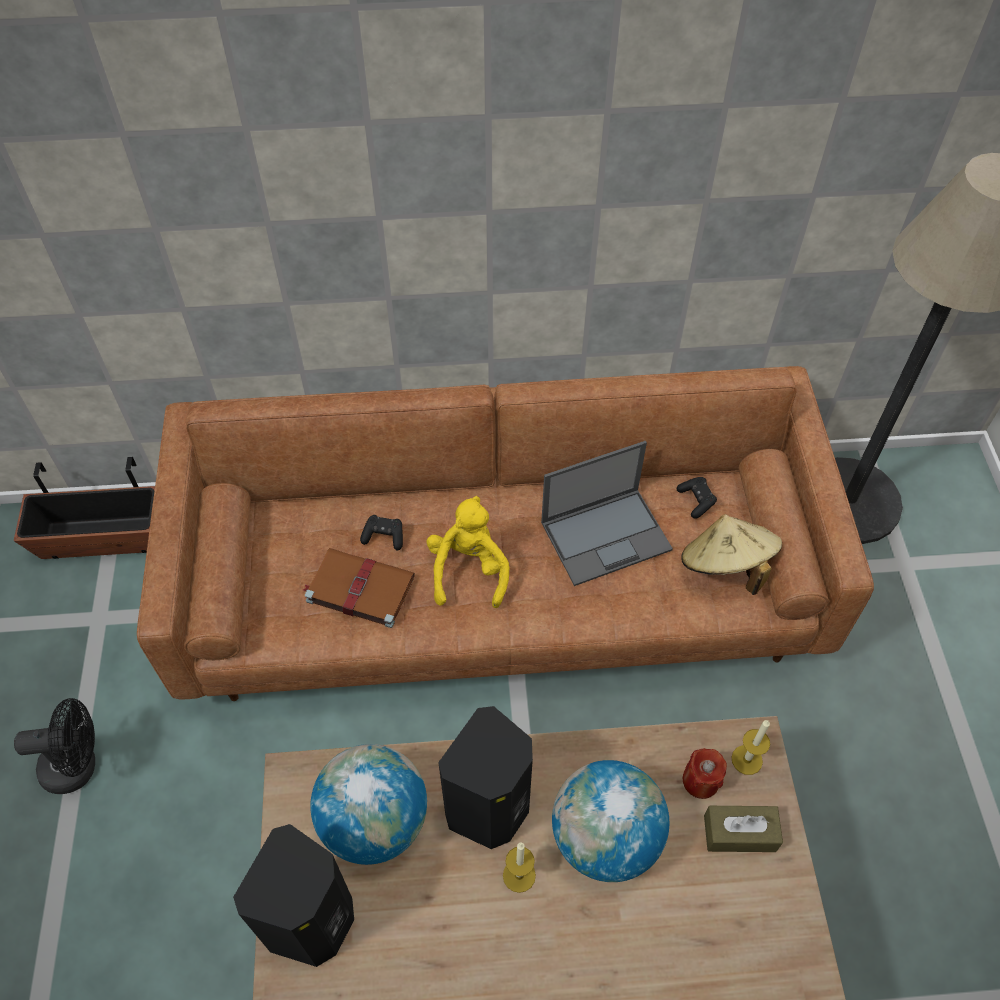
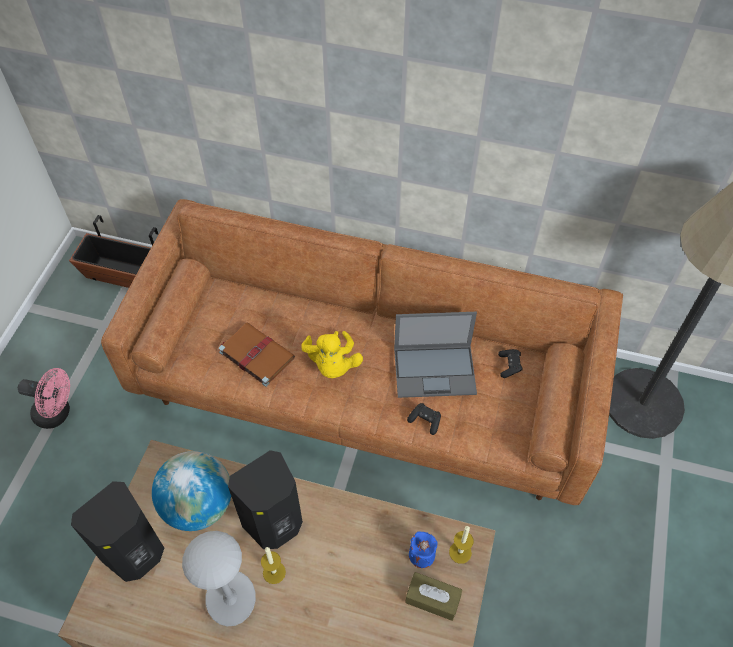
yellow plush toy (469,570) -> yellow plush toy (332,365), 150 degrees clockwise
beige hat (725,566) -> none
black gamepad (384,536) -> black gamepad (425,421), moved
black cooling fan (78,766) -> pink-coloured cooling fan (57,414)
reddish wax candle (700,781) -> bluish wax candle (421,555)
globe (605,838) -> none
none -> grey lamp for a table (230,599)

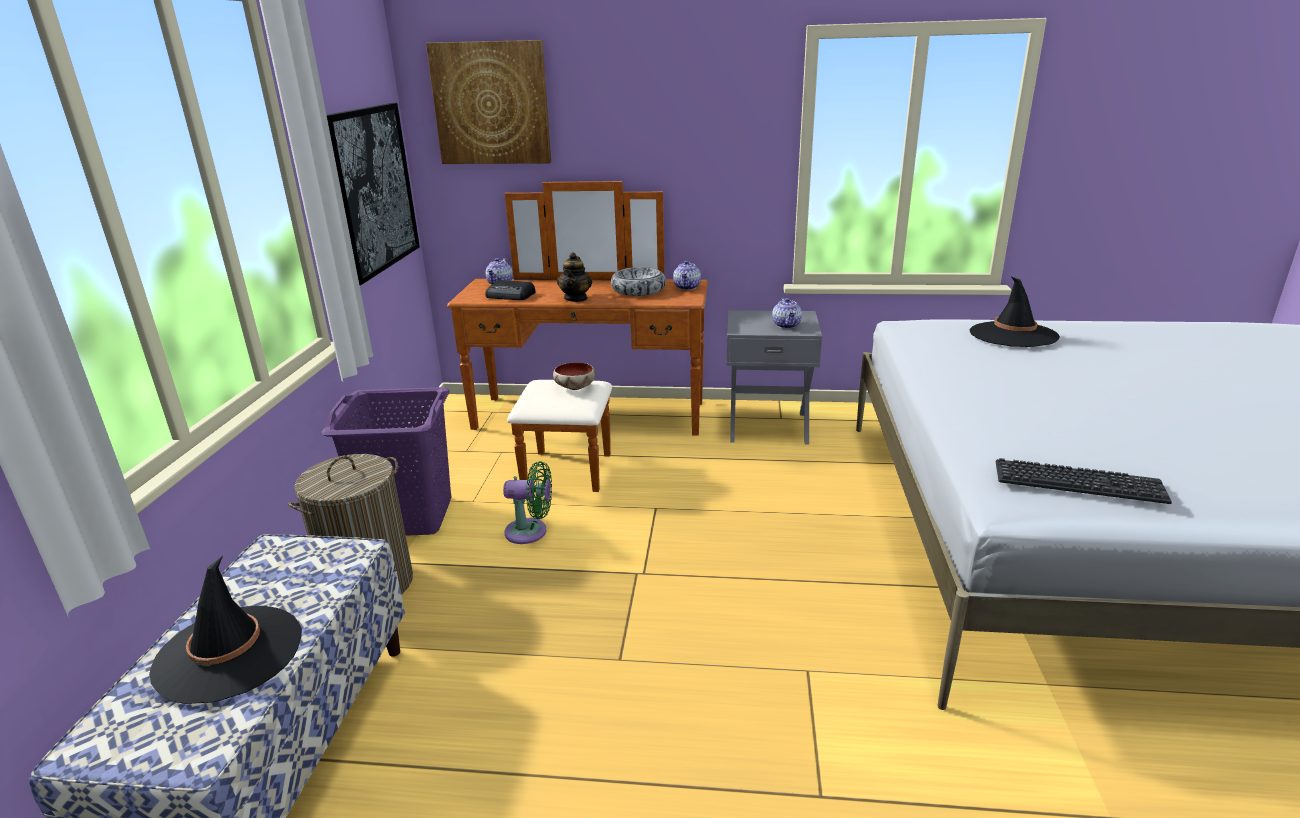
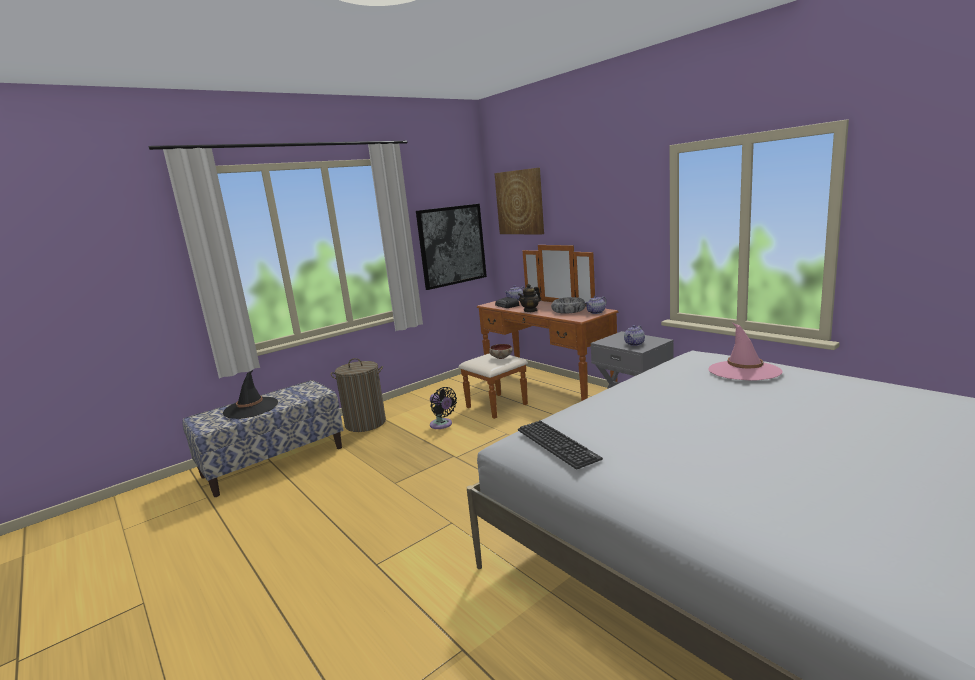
black hat (1013,335) -> pink-coloured hat (744,371)
purplish washing basket (408,516) -> none
greenish cooling fan (530,532) -> black cooling fan (442,425)

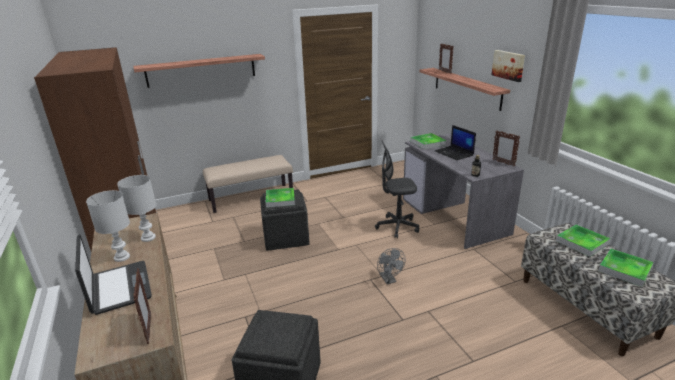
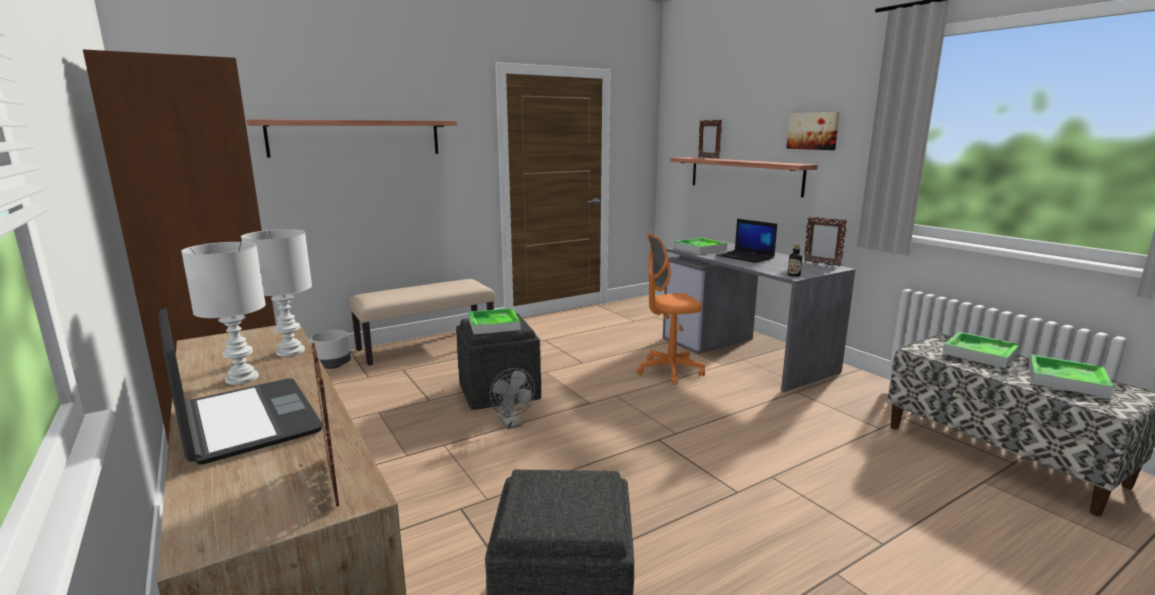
grey office chair (397,227) -> orange-coloured office chair (669,371)
grey cooling fan (389,280) -> grey cooling fan (512,424), moved
none -> grey plant pot (333,365)

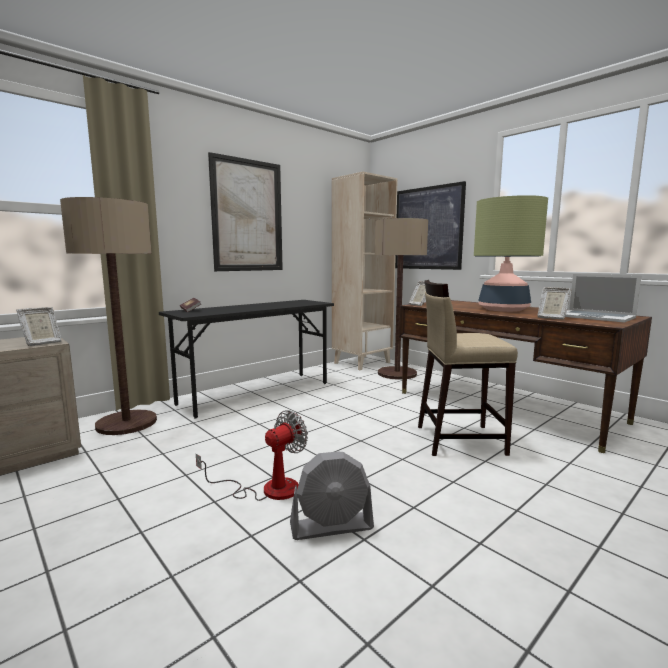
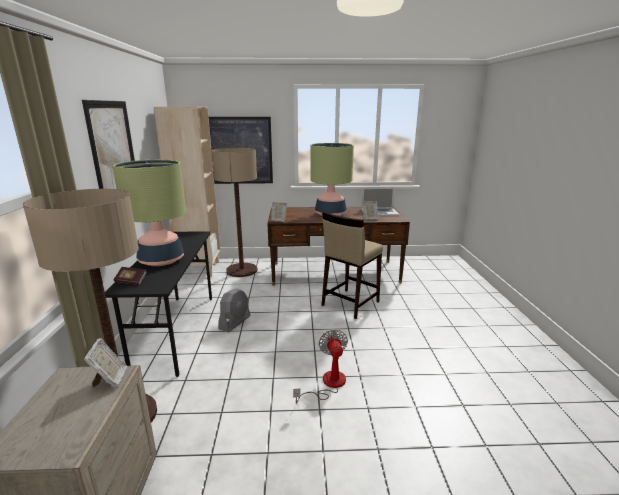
grey cooling fan (332,526) -> grey cooling fan (235,322), moved
none -> lamp for a table (161,260)

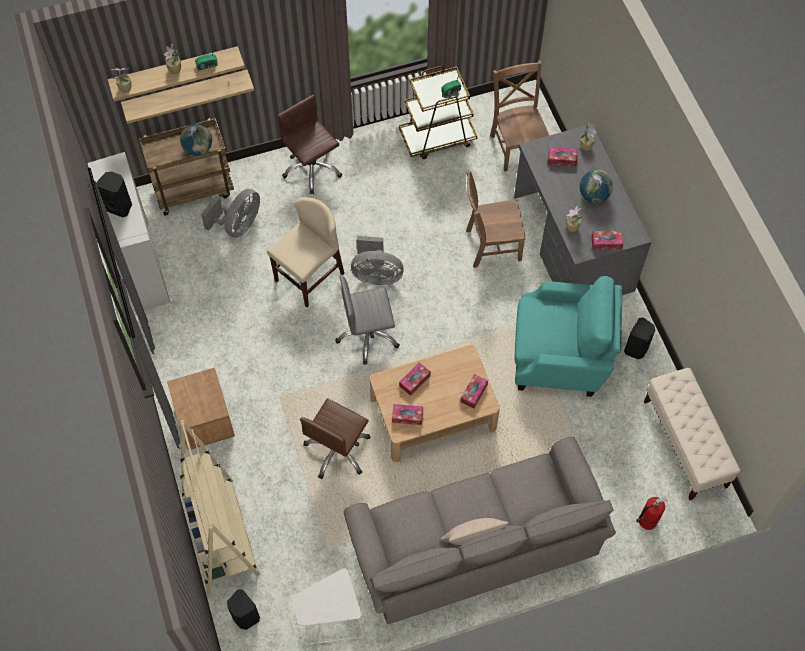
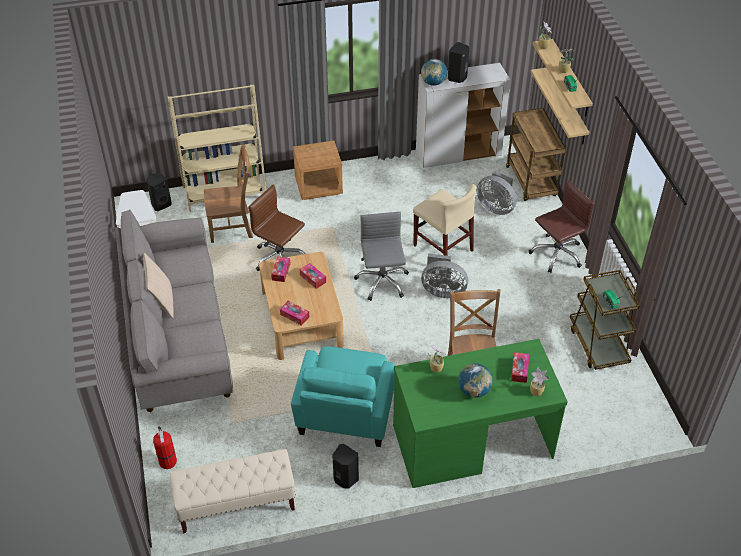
brown-coloured chair (517,146) -> brown-coloured chair (232,227), moved
globe (198,149) -> globe (433,83), moved
grey desk table (572,244) -> greenish desk table (471,440)
tissue holder (606,243) -> none
grey cooling fan (376,275) -> grey cooling fan (442,290), 90 degrees counterclockwise

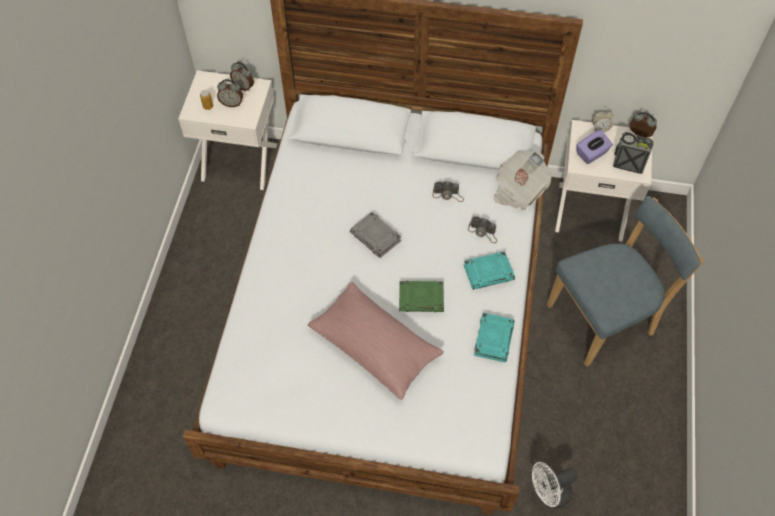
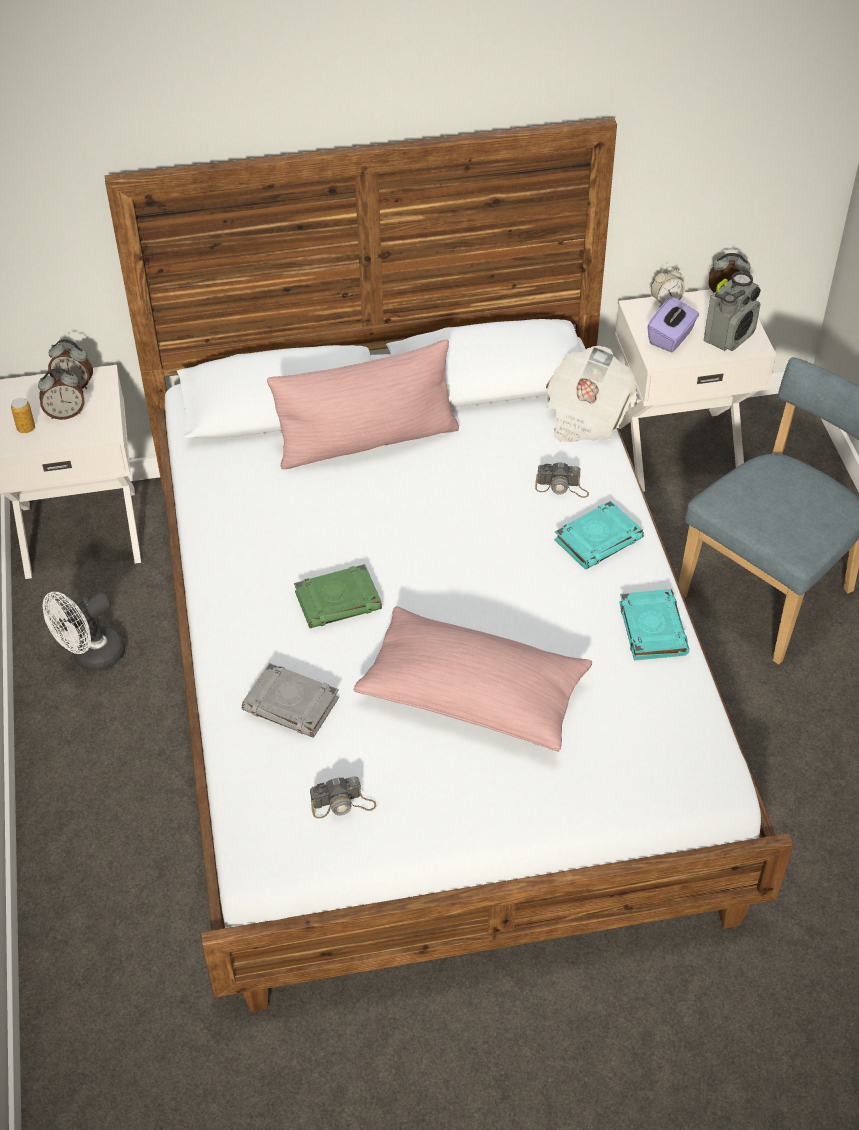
radio set (628,163) -> radio set (729,336), 135 degrees clockwise
photo camera (448,195) -> photo camera (343,804), moved
grey bound book (376,237) -> grey bound book (292,705), moved
greenish bound book (421,298) -> greenish bound book (339,600), moved
whitish cooling fan (548,494) -> whitish cooling fan (91,657), moved
none -> pink-coloured cushion (367,441)

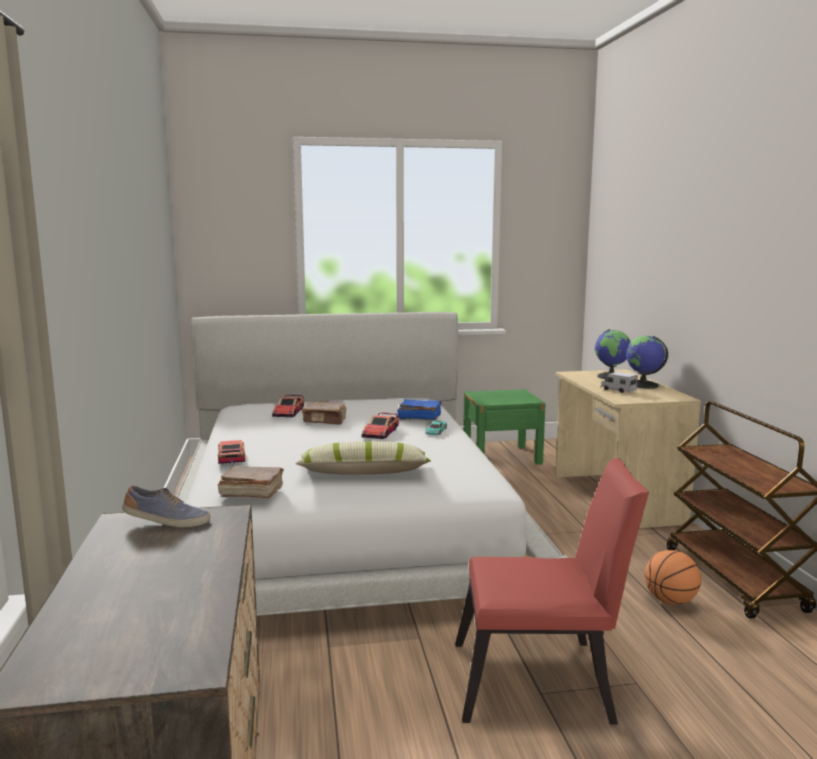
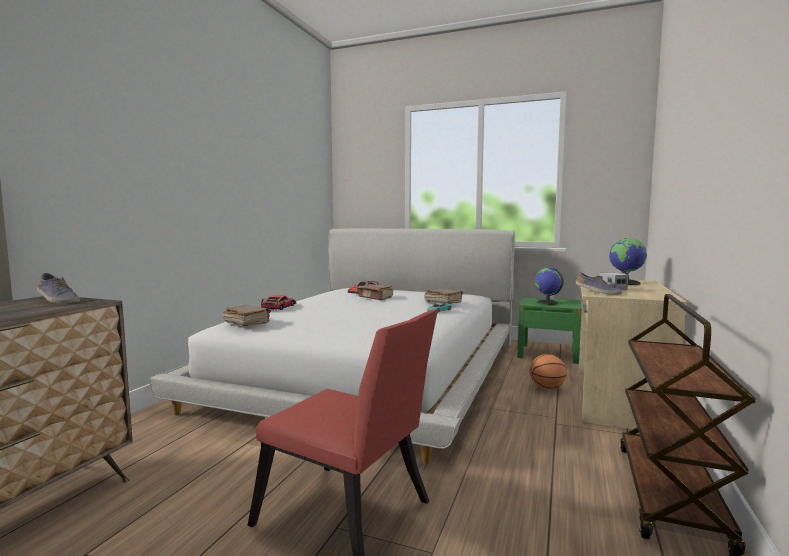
globe (643,385) -> globe (547,303), moved
bluish bound book (419,418) -> brown-coloured bound book (443,302)
miniature car (380,433) -> none
cushion (363,472) -> none
ball for basketball (670,601) -> ball for basketball (547,388), moved
none -> shoe (597,292)

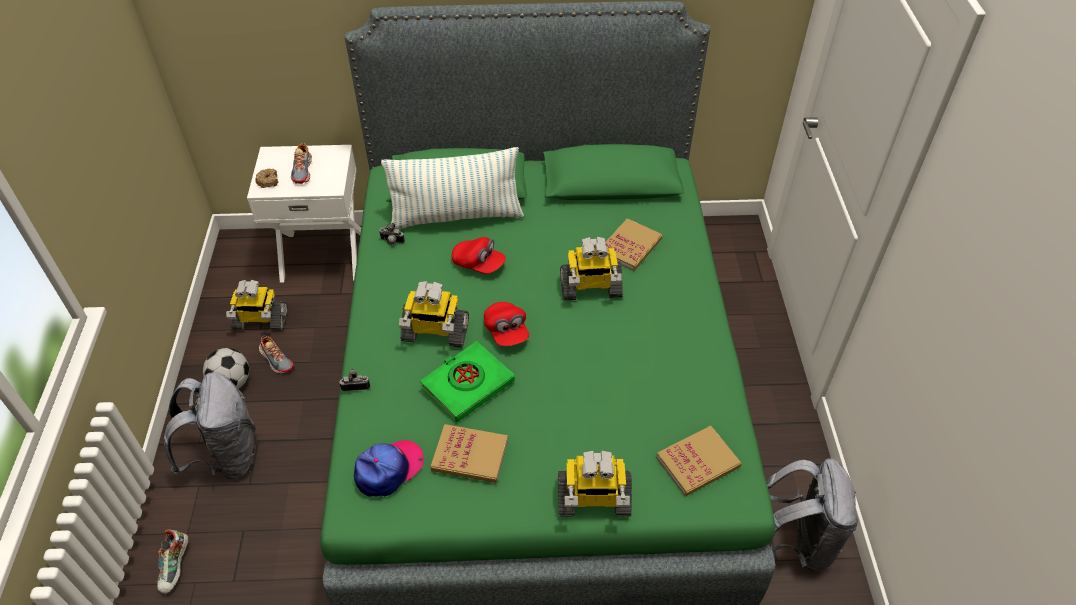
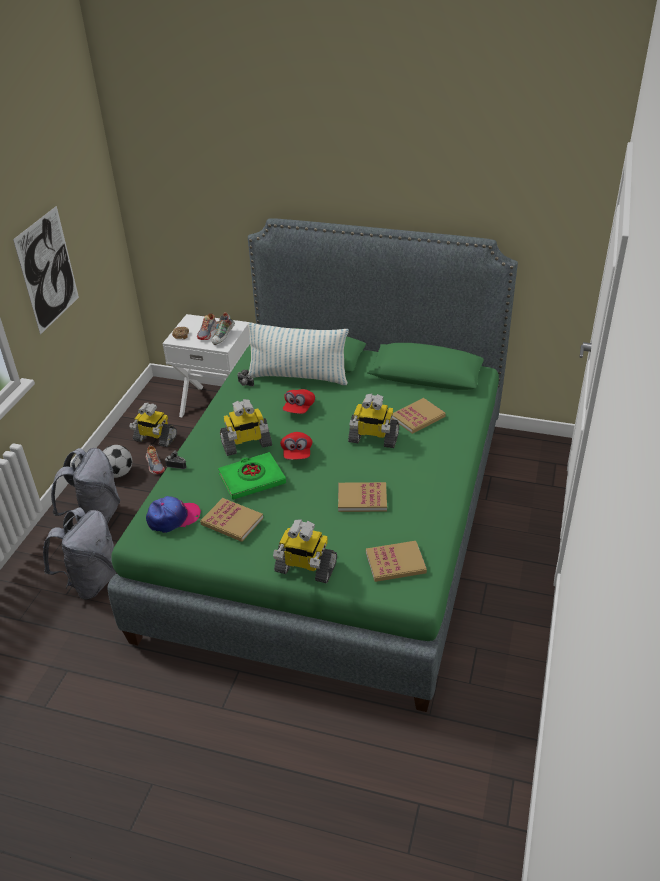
reddish baseball cap (479,264) -> reddish baseball cap (299,409), 60 degrees clockwise
robot figure (434,333) -> robot figure (246,444), 45 degrees counterclockwise
grey knapsack (797,541) -> grey knapsack (91,581), moved
shoe (176,567) -> shoe (223,337), moved
none -> wall picture (48,270)
none -> bound book (362,498)

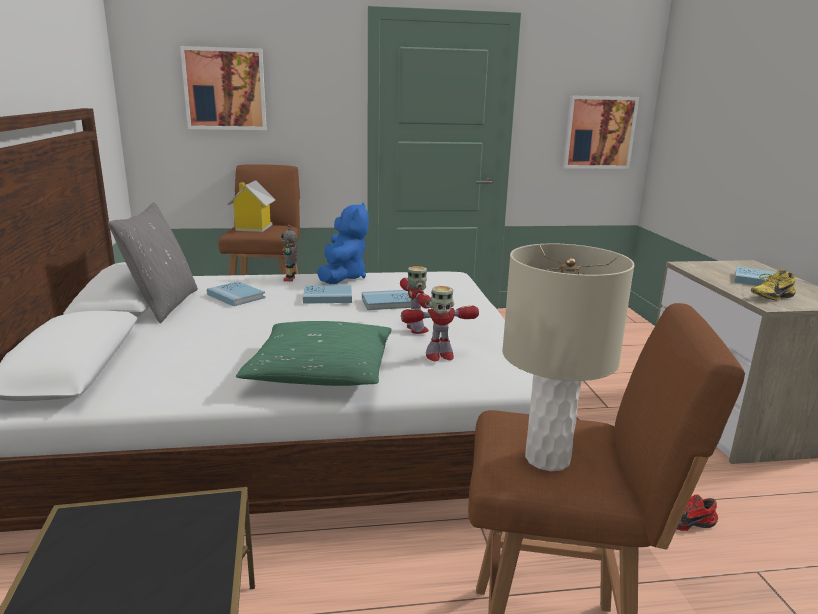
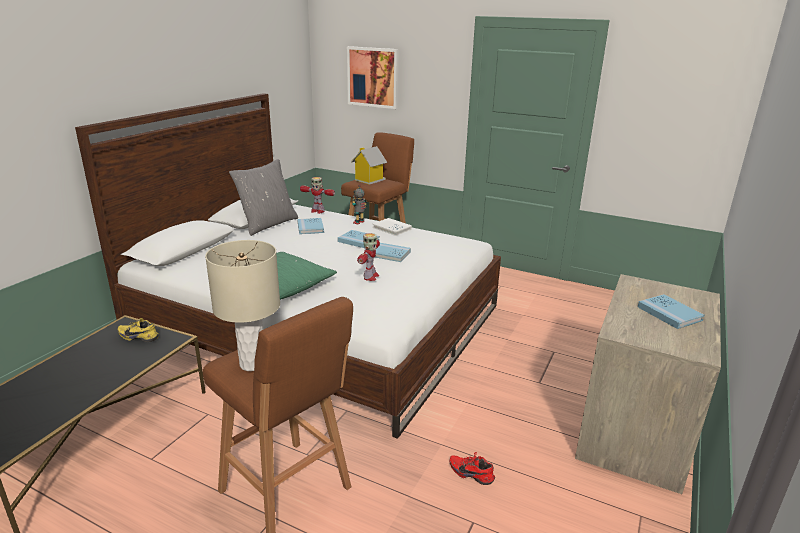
wall picture (599,132) -> none
bluish plush toy (342,277) -> whitish bound book (392,228)
yellow shoe (770,296) -> yellow shoe (140,336), moved
robot figure (439,356) -> robot figure (317,211), moved

